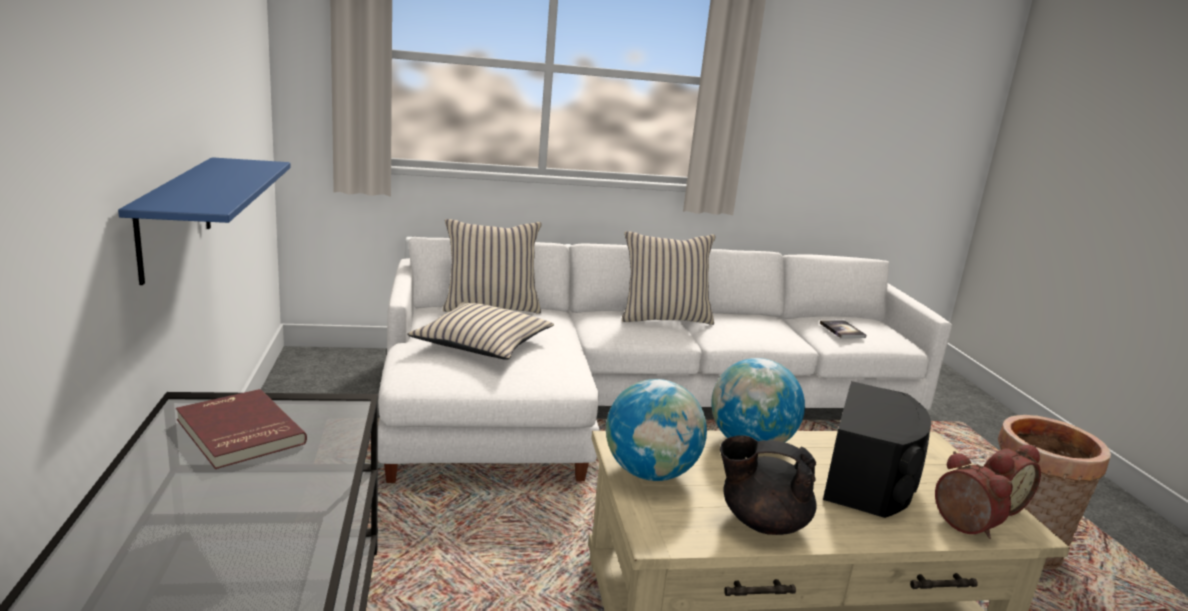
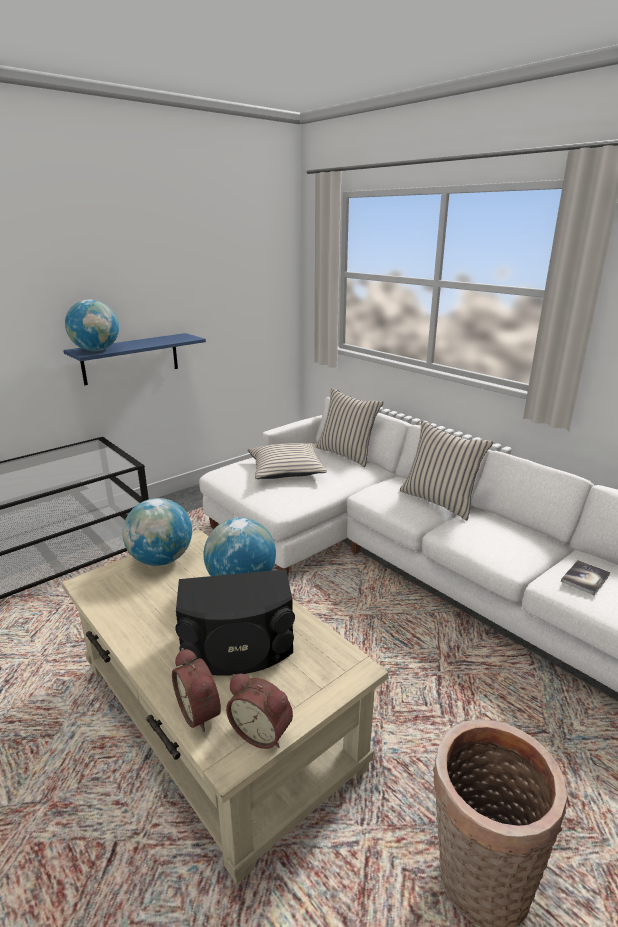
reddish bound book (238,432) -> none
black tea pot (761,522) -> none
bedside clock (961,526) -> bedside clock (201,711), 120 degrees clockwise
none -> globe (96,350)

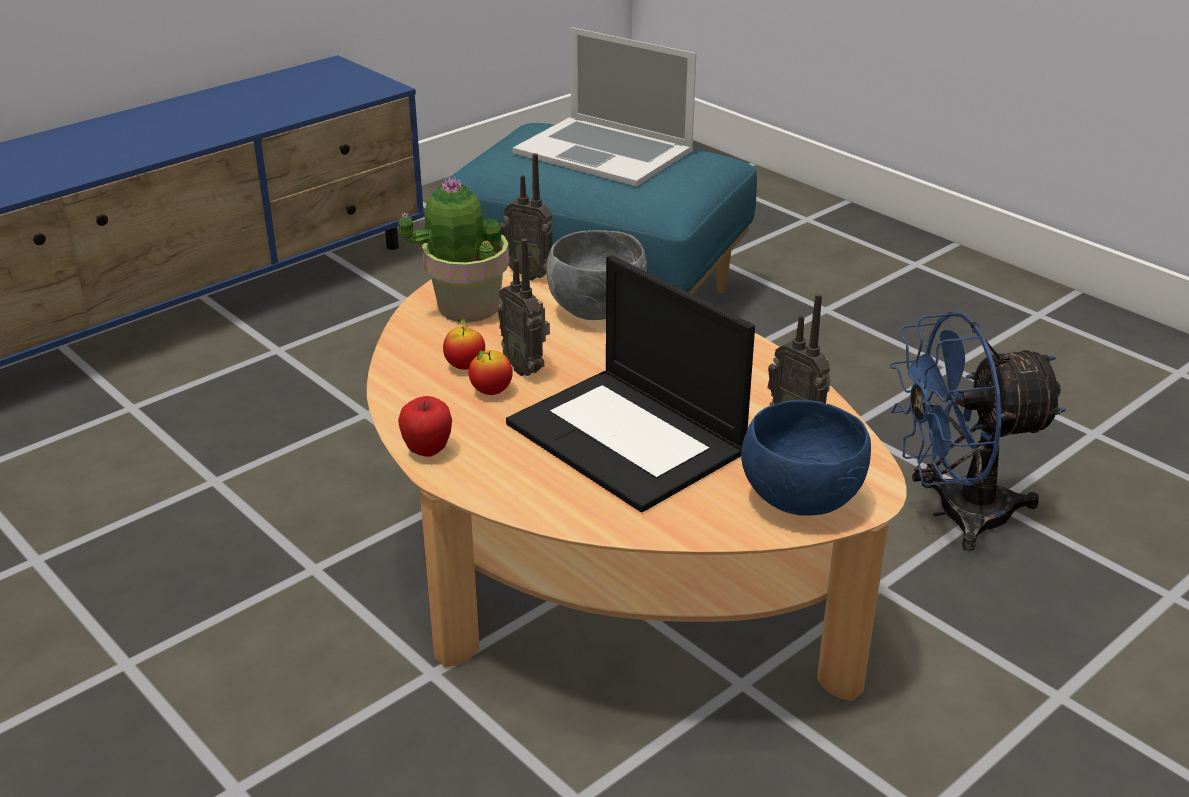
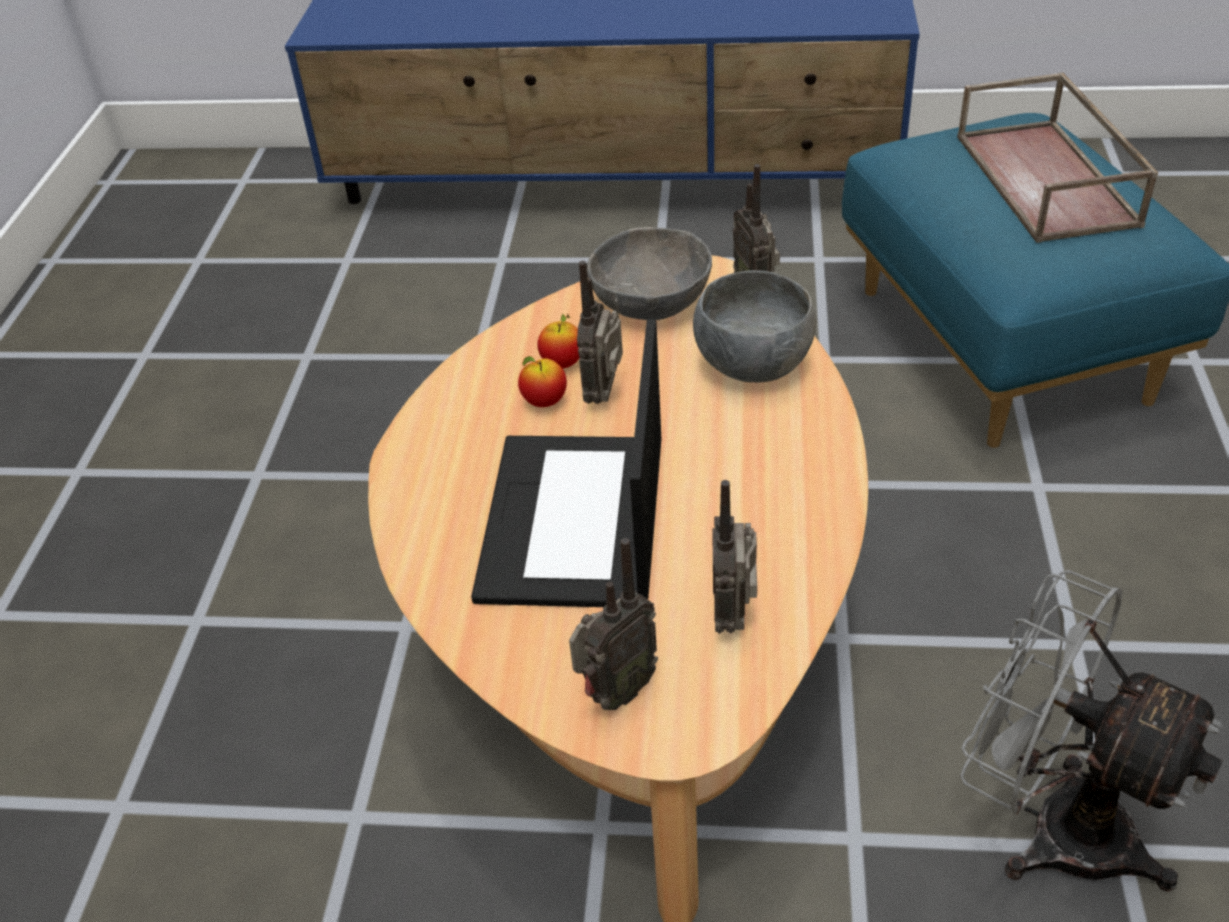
notebook computer (604,151) -> brown-coloured tray (1048,180)
potted plant (467,307) -> grey bowl (652,302)
bluish cooling fan (954,514) -> grey cooling fan (1053,825)
apple (427,450) -> none
bluish bowl (800,499) -> radio set (615,693)

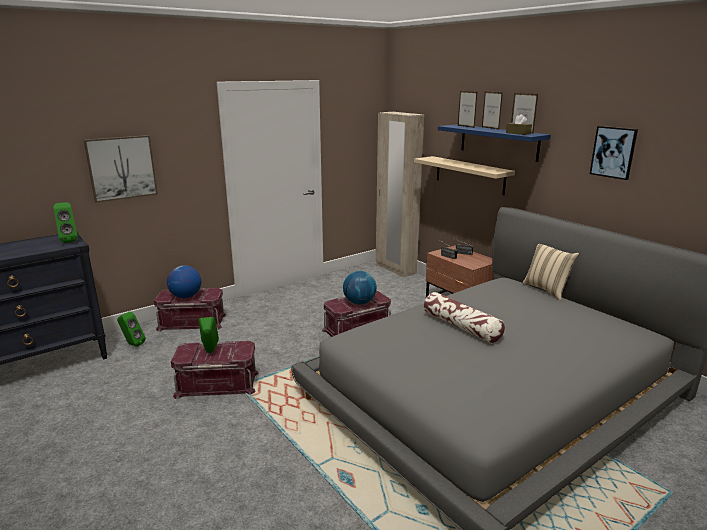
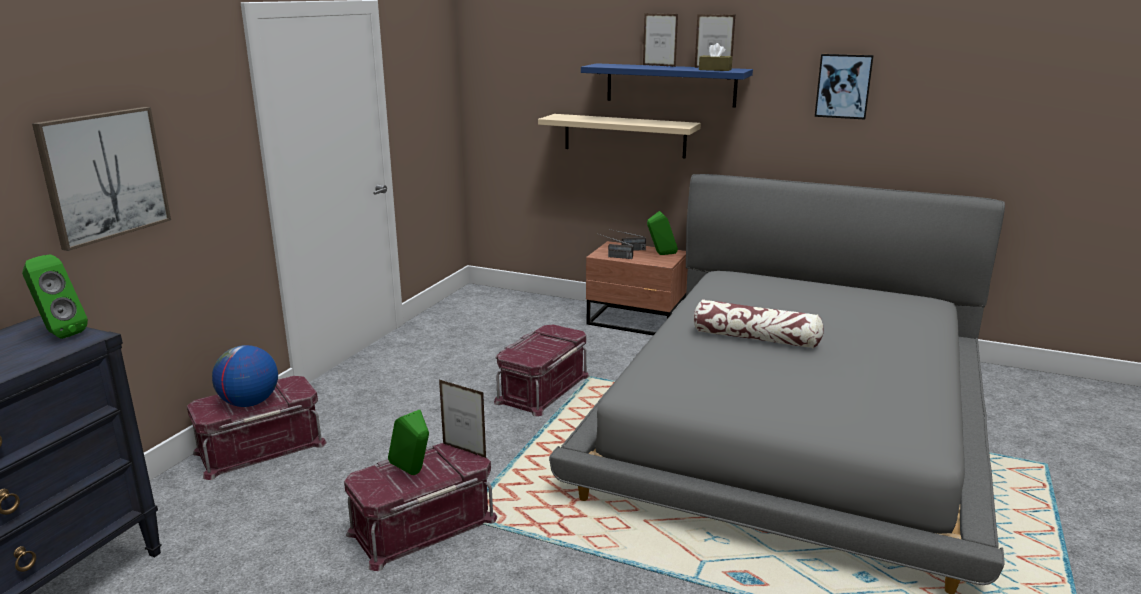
photo frame (465,126) -> photo frame (464,450), moved
beige wardrobe (395,269) -> none
beige cushion (546,290) -> none
globe (359,302) -> none
greenish audio speaker (132,344) -> greenish audio speaker (661,254), moved

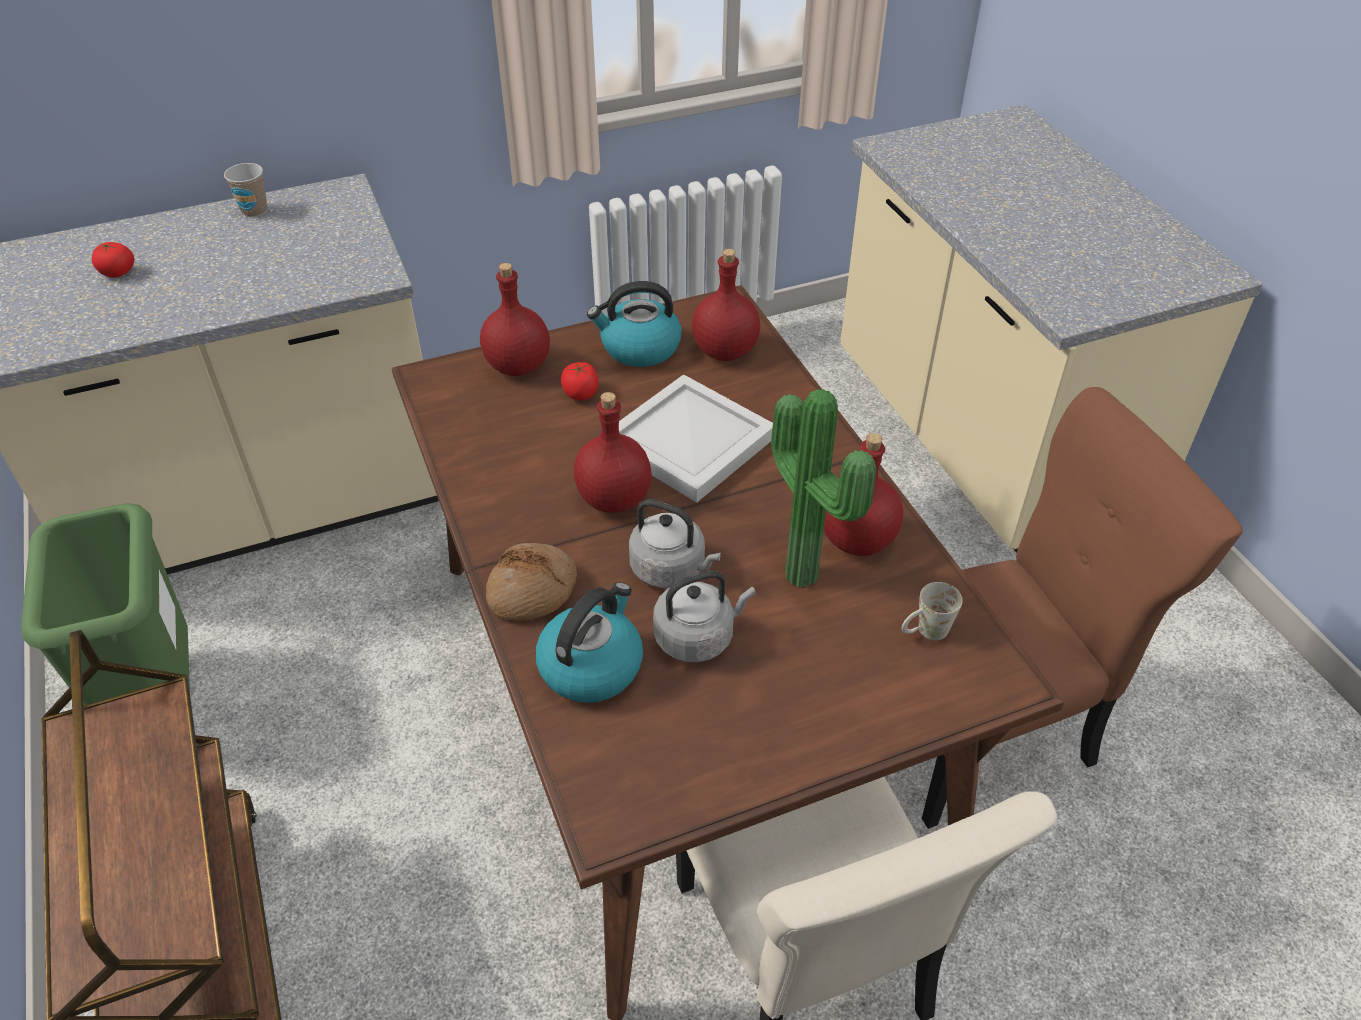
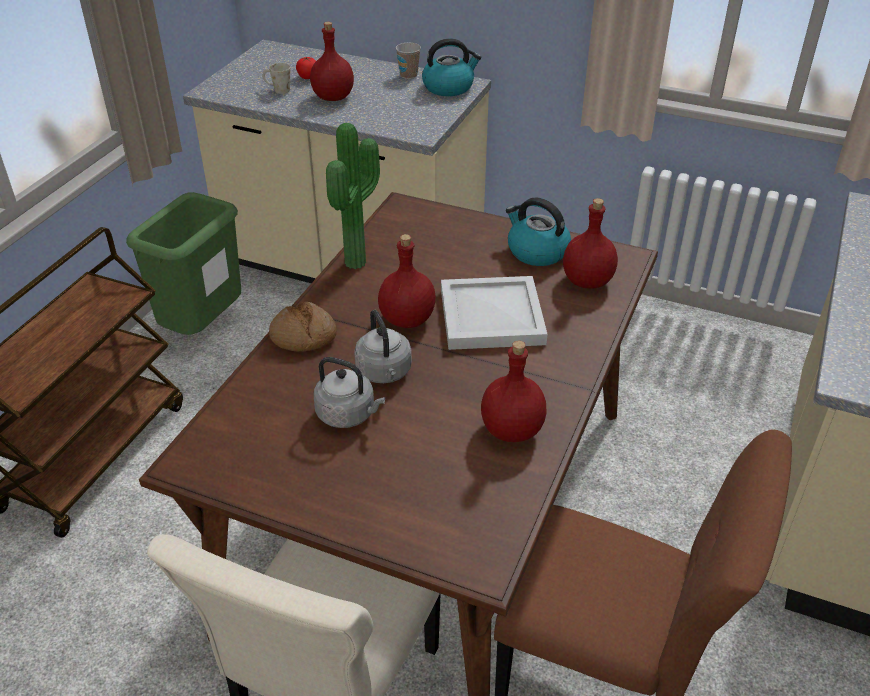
reddish drink bottle (517,365) -> reddish drink bottle (333,97), moved
tomato (580,393) -> none
potted plant (806,572) -> potted plant (359,263), moved
tea kettle (591,665) -> tea kettle (449,87), moved
whitish tea mug (924,633) -> whitish tea mug (277,90), moved

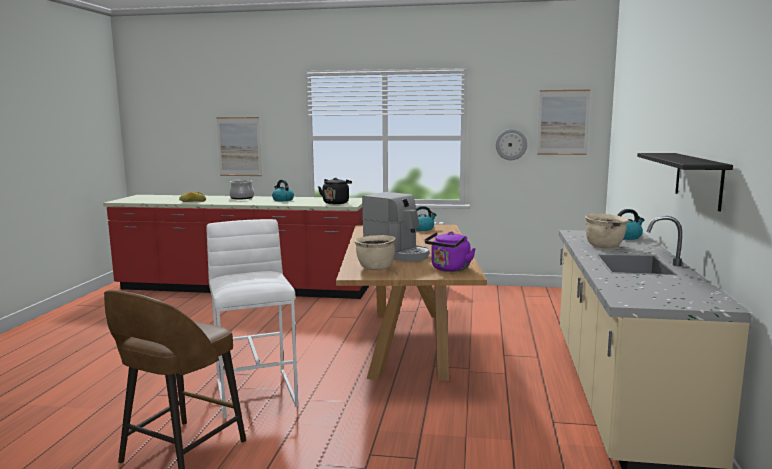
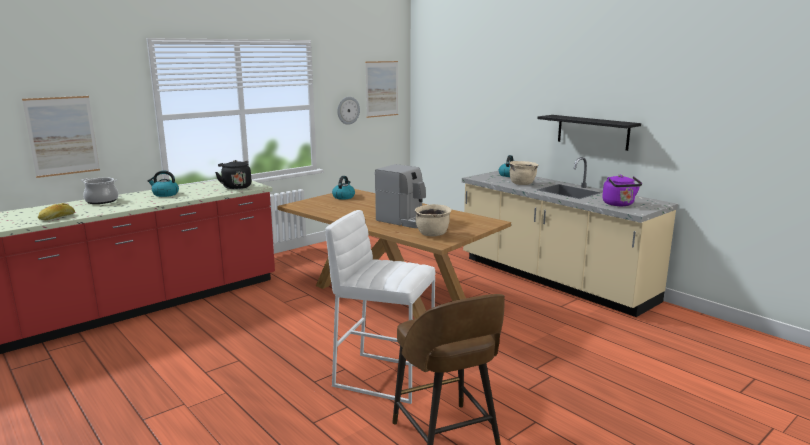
coffee brewer (398,254) -> coffee brewer (406,221), 45 degrees clockwise
purplish tea kettle (449,269) -> purplish tea kettle (619,204), moved

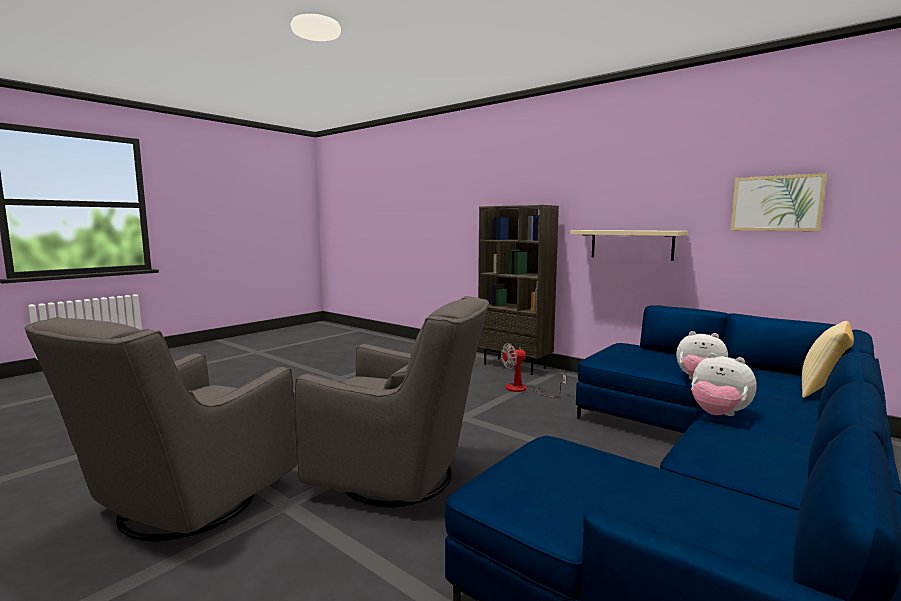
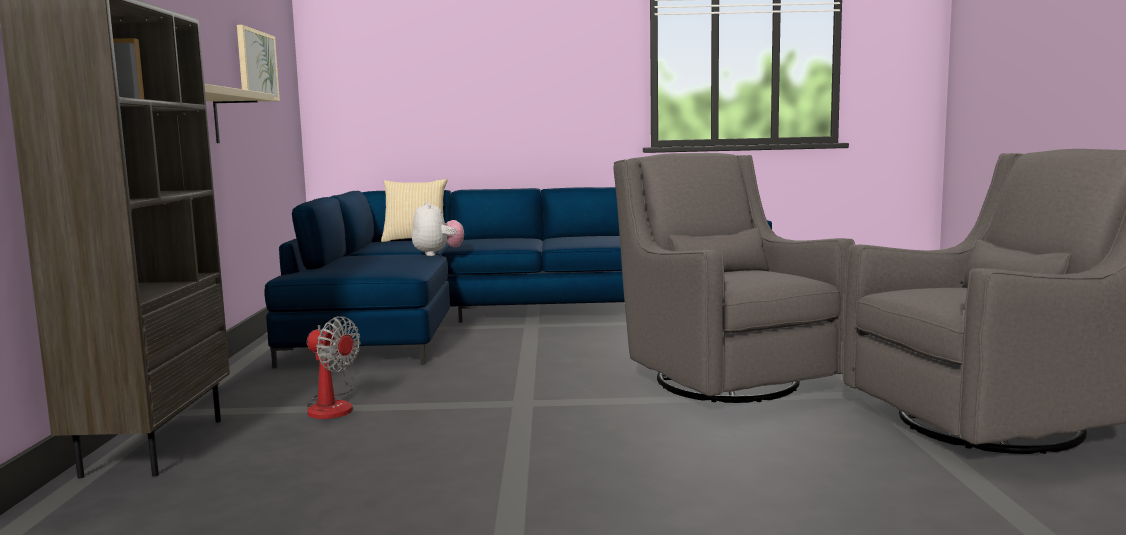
plush toy (718,415) -> none

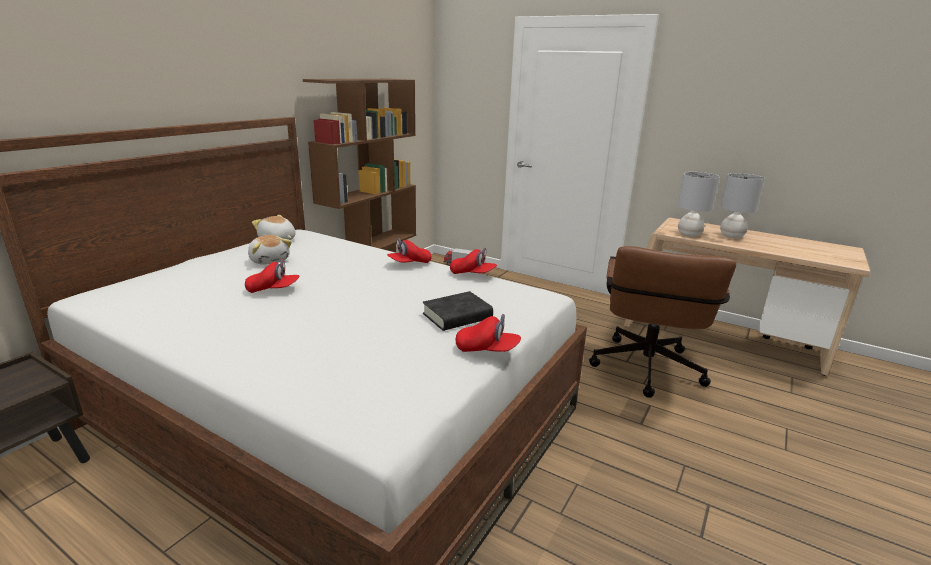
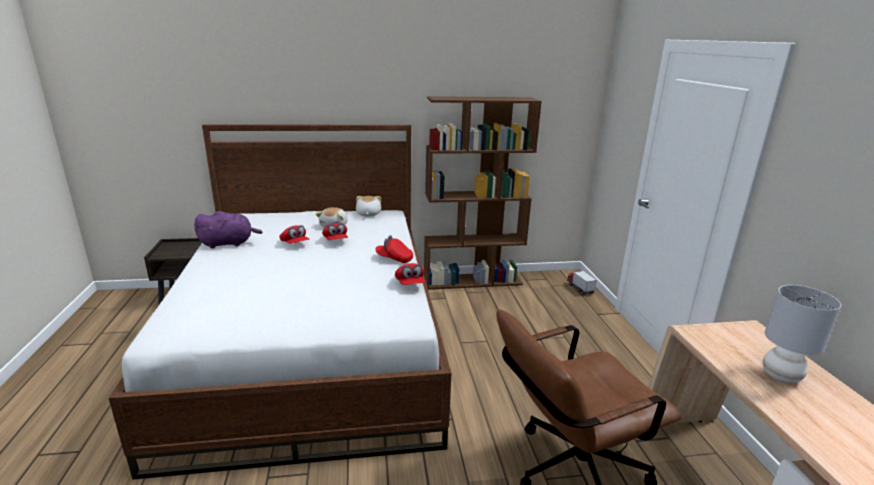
grey lamp for a table (689,234) -> none
black bound book (457,316) -> none
reddish baseball cap (487,350) -> reddish baseball cap (335,240), moved
none -> purplish plush toy (229,243)

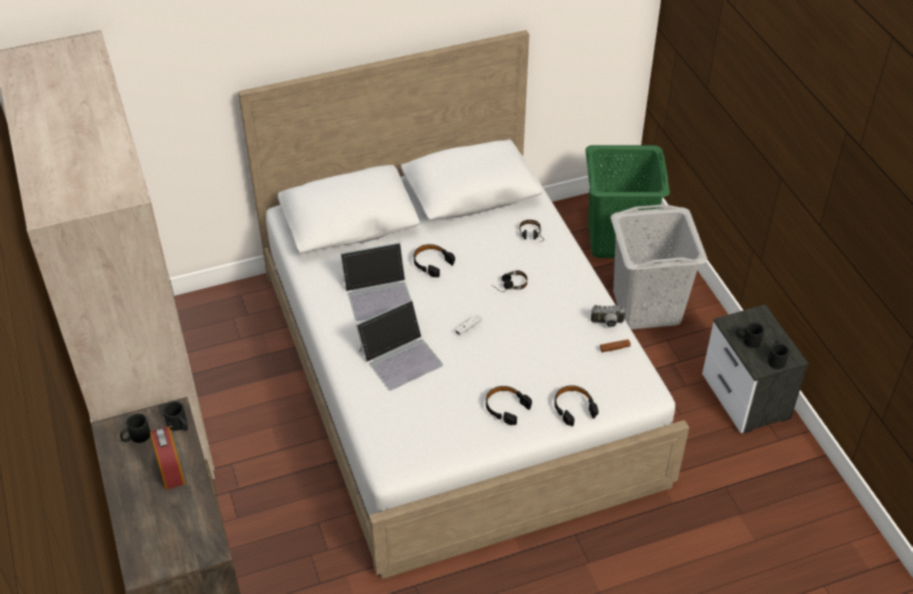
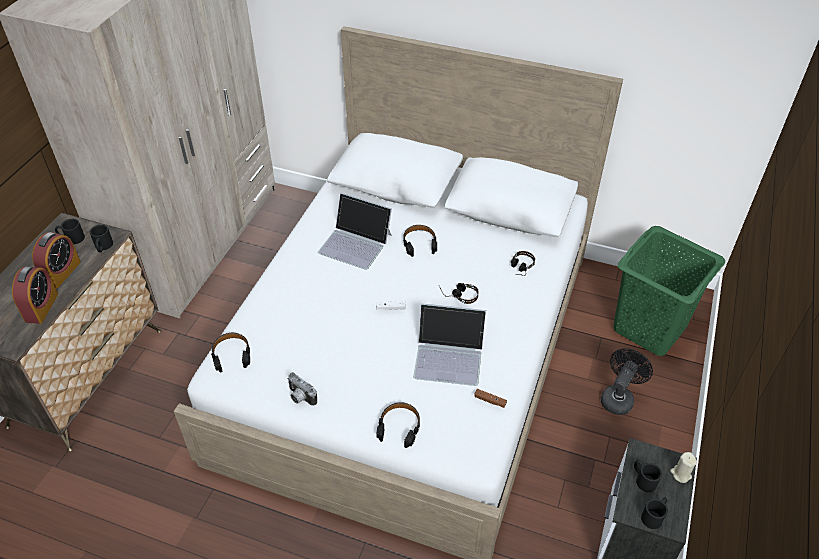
grey washing basket (646,307) -> black cooling fan (618,397)
notebook computer (401,357) -> notebook computer (449,356), moved
photo camera (607,323) -> photo camera (300,397), moved
black pair of headphones (506,407) -> black pair of headphones (231,355), moved
none -> bedside clock (41,307)
none -> beige wax candle (680,474)

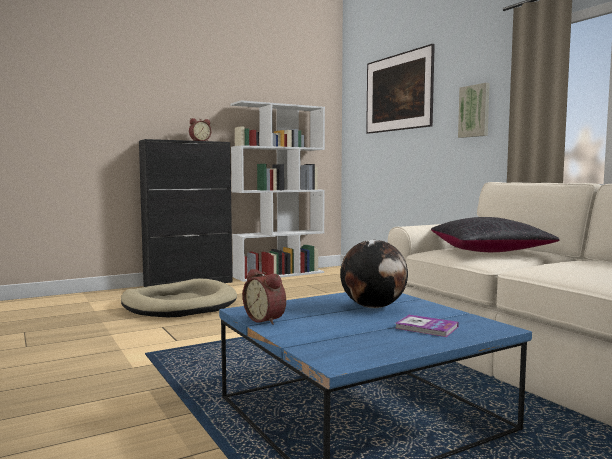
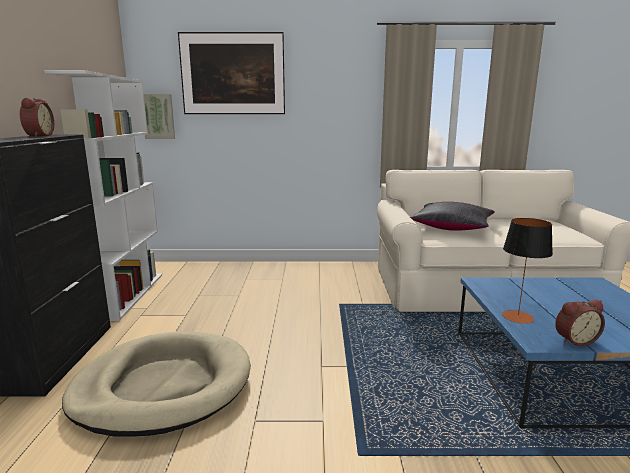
wall picture (475,111) -> wall picture (158,116), moved
globe (373,307) -> none
bound book (426,327) -> none
none -> lamp for a table (518,317)

